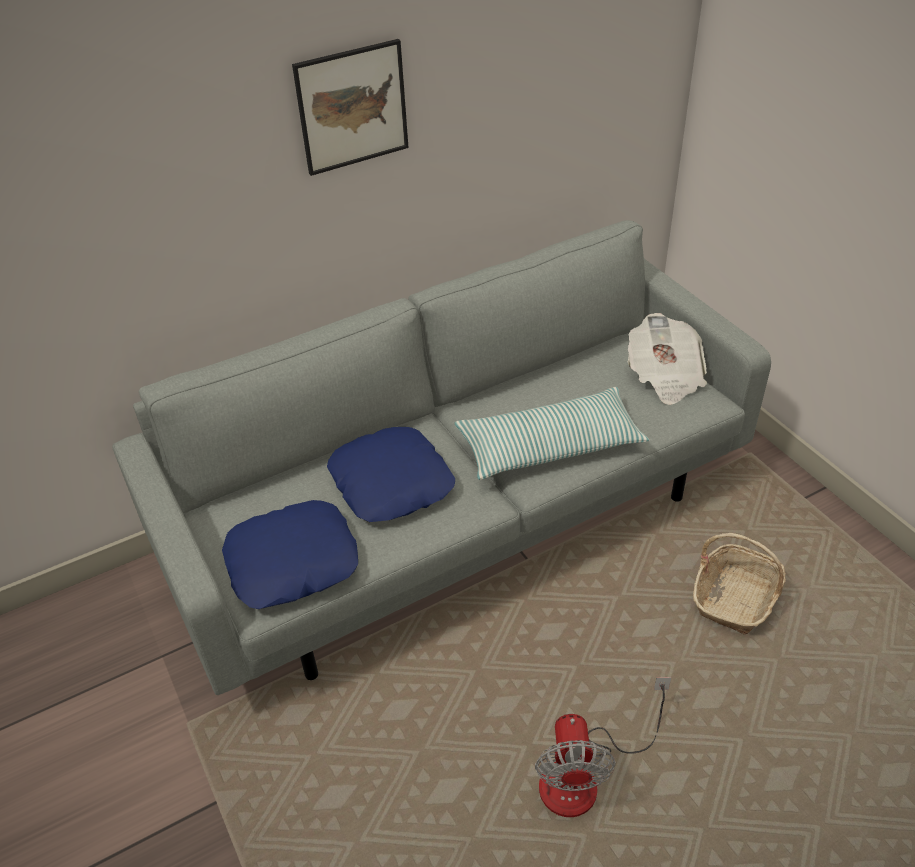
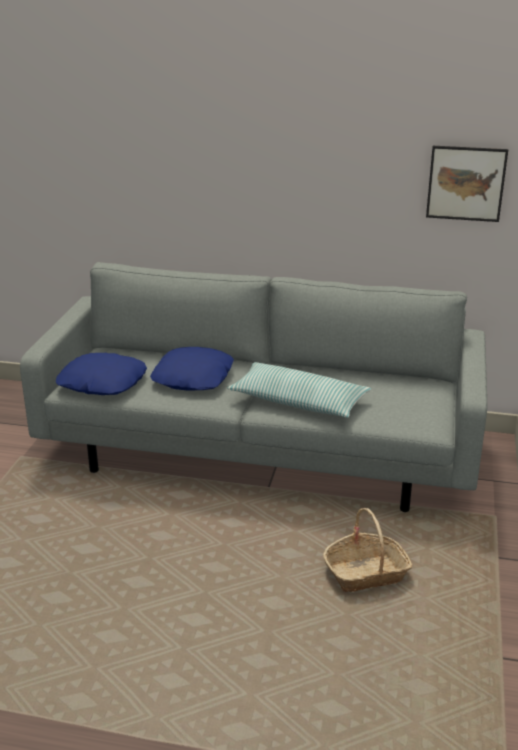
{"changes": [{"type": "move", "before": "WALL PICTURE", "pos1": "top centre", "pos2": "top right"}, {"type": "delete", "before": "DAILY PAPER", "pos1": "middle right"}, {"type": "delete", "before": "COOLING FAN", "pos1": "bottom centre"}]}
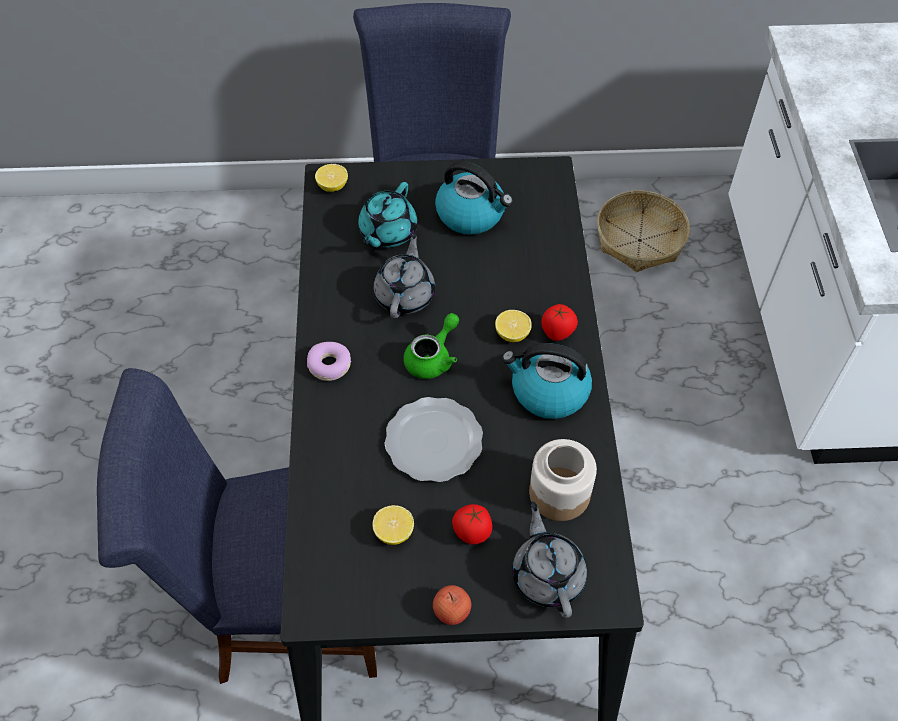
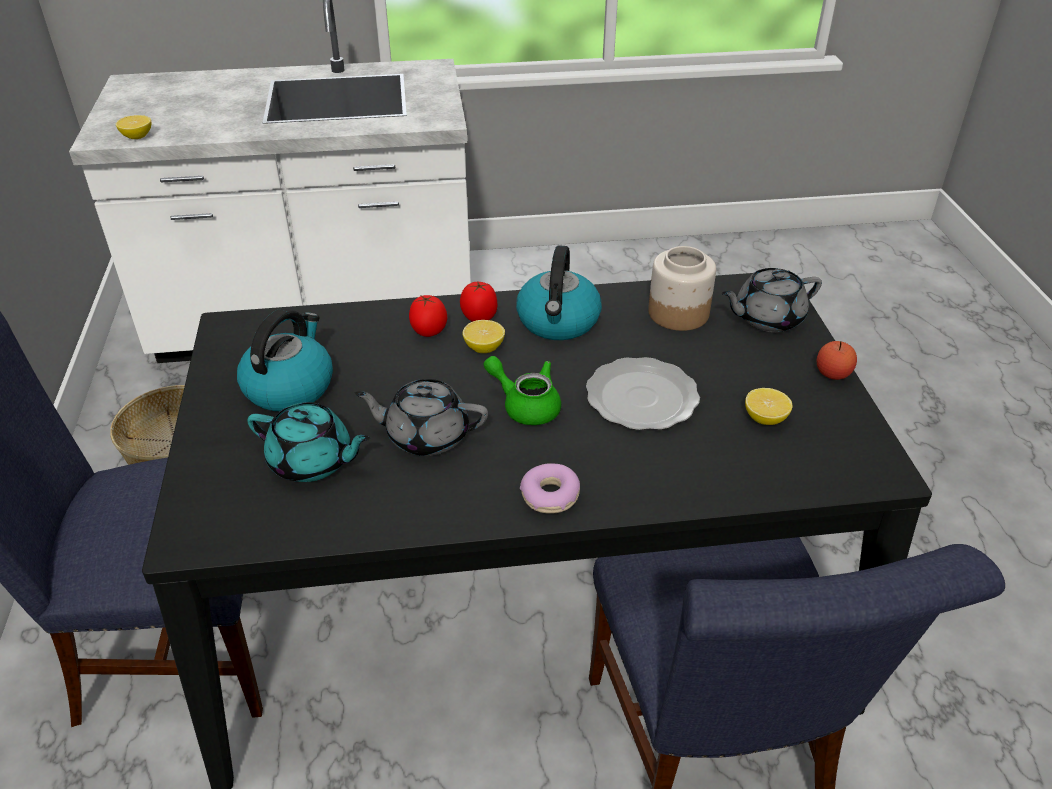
{"changes": [{"type": "move", "before": "WHOLE LEMON (1st from left)", "pos1": "top centre", "pos2": "top left"}, {"type": "move", "before": "TOMATO (1st from left)", "pos1": "bottom centre", "pos2": "centre"}]}
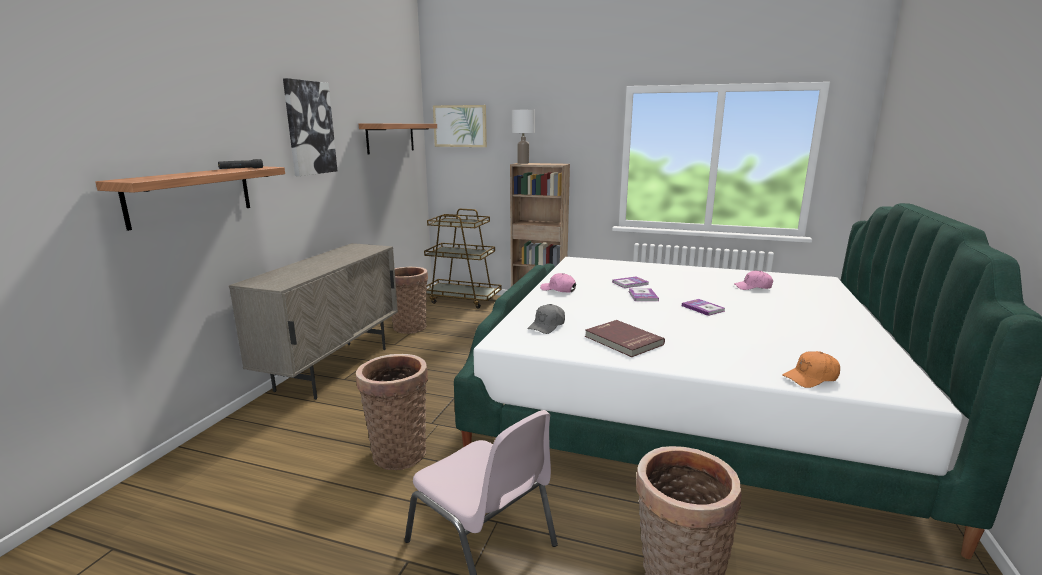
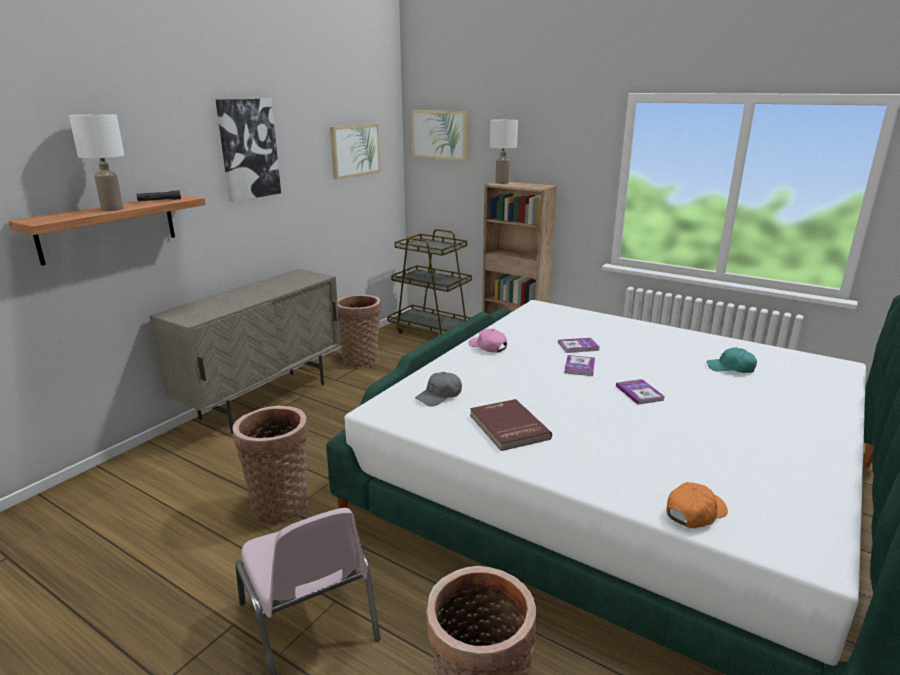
{"changes": [{"type": "replace", "before": "WALL SHELF (2nd from left)", "after": "WALL PICTURE (2nd from left)", "pos1": "top centre", "pos2": "top centre"}, {"type": "recolor", "before": "PINK BASEBALL CAP (2nd from left)", "after": "TURQUOISE BASEBALL CAP", "pos1": "middle right", "pos2": "middle right"}, {"type": "rotate", "before": "ORANGEY BASEBALL CAP", "pos1": "middle right", "pos2": "bottom right", "turn": 150}, {"type": "insert", "after": "WHITISH LAMP FOR A TABLE (1st from left)", "pos2": "top left"}]}
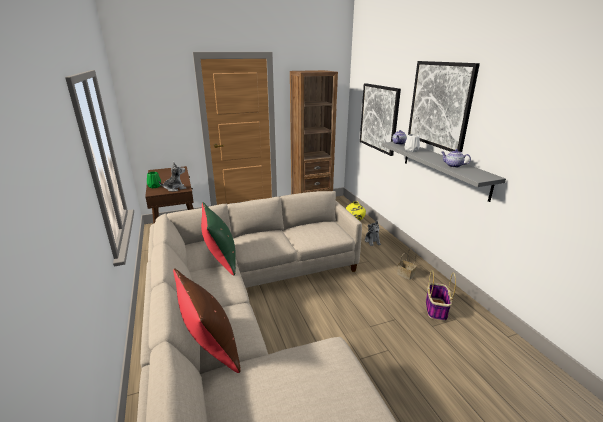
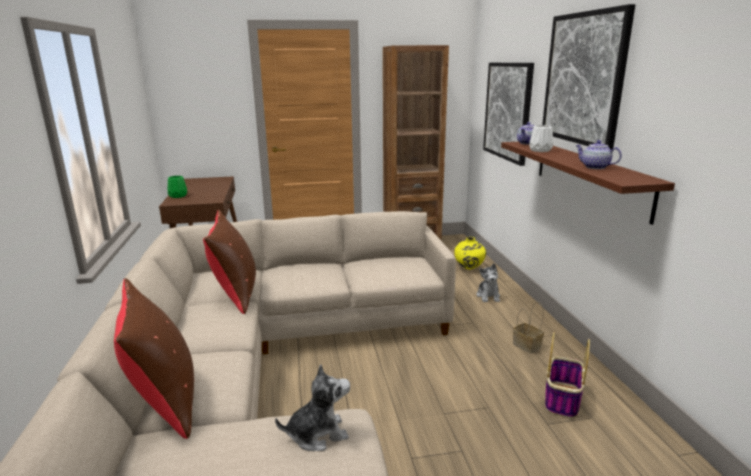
{"changes": [{"type": "recolor", "before": "GREYISH WALL SHELF", "after": "BROWNISH WALL SHELF", "pos1": "middle right", "pos2": "middle right"}, {"type": "move", "before": "CUDDLY TOY (1st from left)", "pos1": "middle left", "pos2": "bottom centre"}, {"type": "recolor", "before": "GREEN-COLOURED CUSHION", "after": "BROWNISH CUSHION (2nd from left)", "pos1": "centre", "pos2": "middle left"}]}
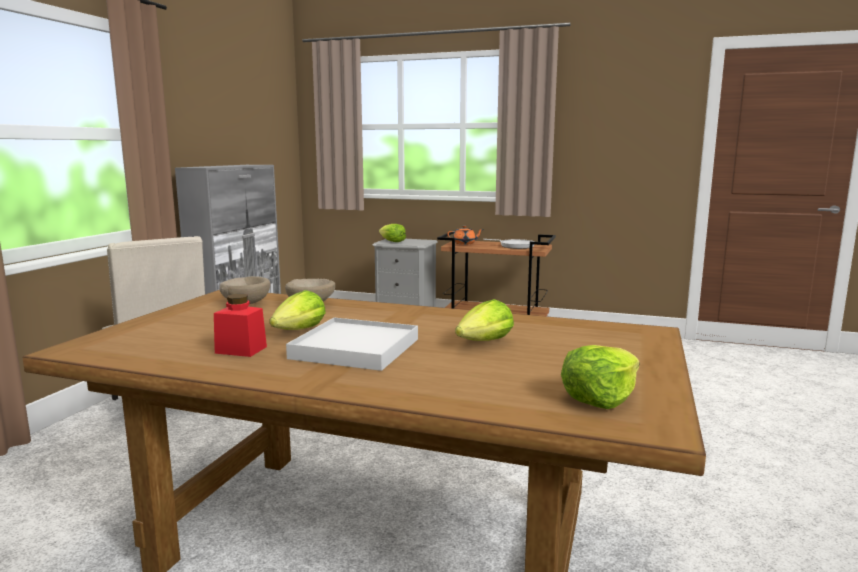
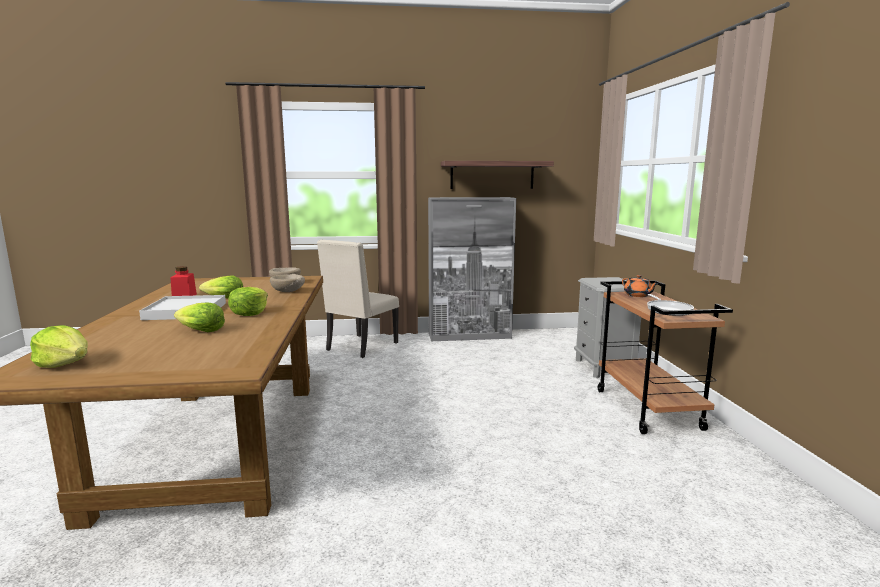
{"changes": [{"type": "move", "before": "LETTUCE (2nd from left in the first image)", "after": "LETTUCE (4th from left)", "pos1": "centre", "pos2": "middle left"}, {"type": "insert", "after": "WALL SHELF", "pos2": "top centre"}]}
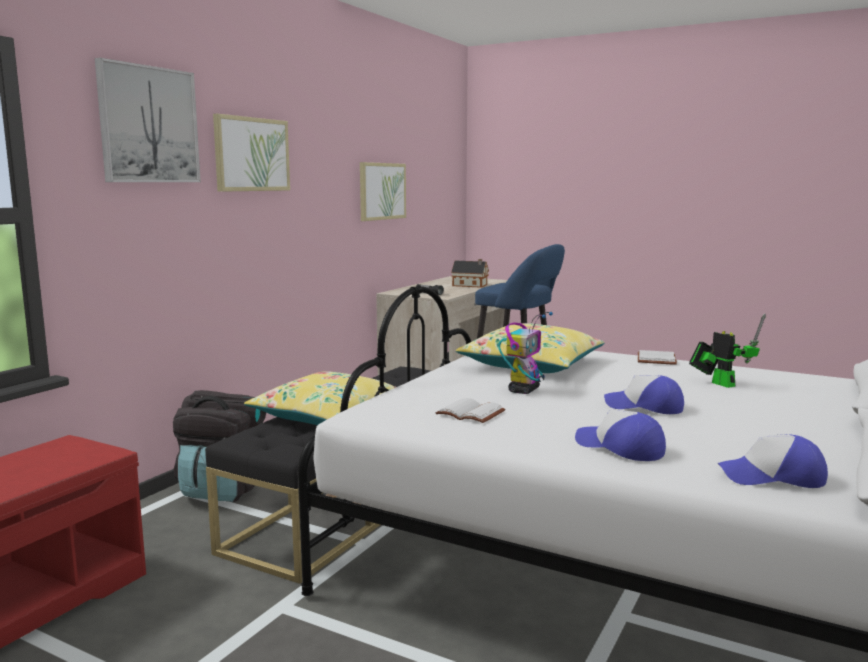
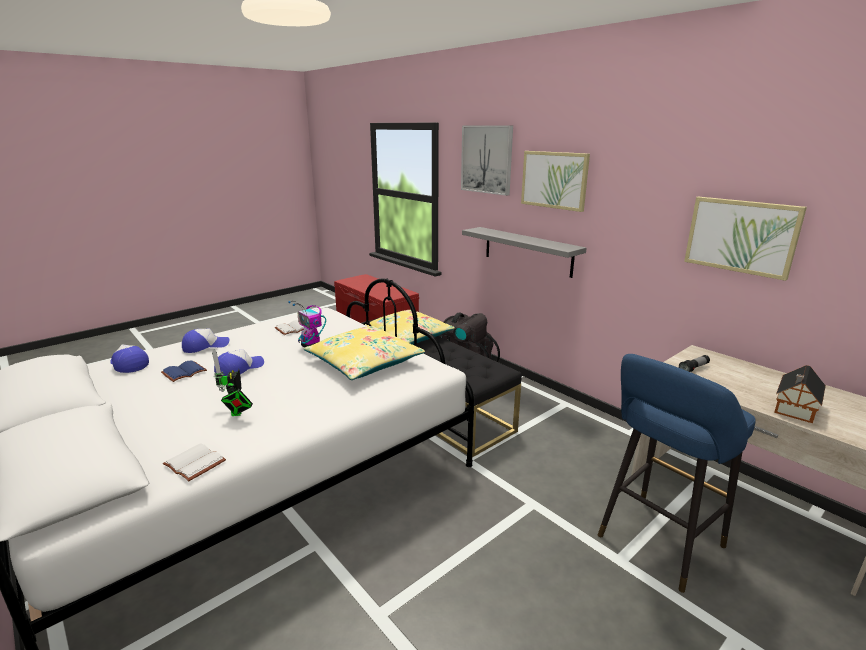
{"changes": [{"type": "rotate", "before": "TOY ROBOT (2nd from left in the first image)", "pos1": "middle right", "pos2": "middle left", "turn": 90}, {"type": "move", "before": "WHITISH VOLUME (2nd from left in the first image)", "after": "WHITISH VOLUME (1st from left)", "pos1": "middle right", "pos2": "bottom left"}, {"type": "rotate", "before": "BASEBALL CAP (3rd from left in the first image)", "pos1": "bottom right", "pos2": "middle left", "turn": -75}, {"type": "insert", "after": "GREYISH WALL SHELF", "pos2": "centre"}, {"type": "insert", "after": "BLUISH VOLUME", "pos2": "middle left"}]}
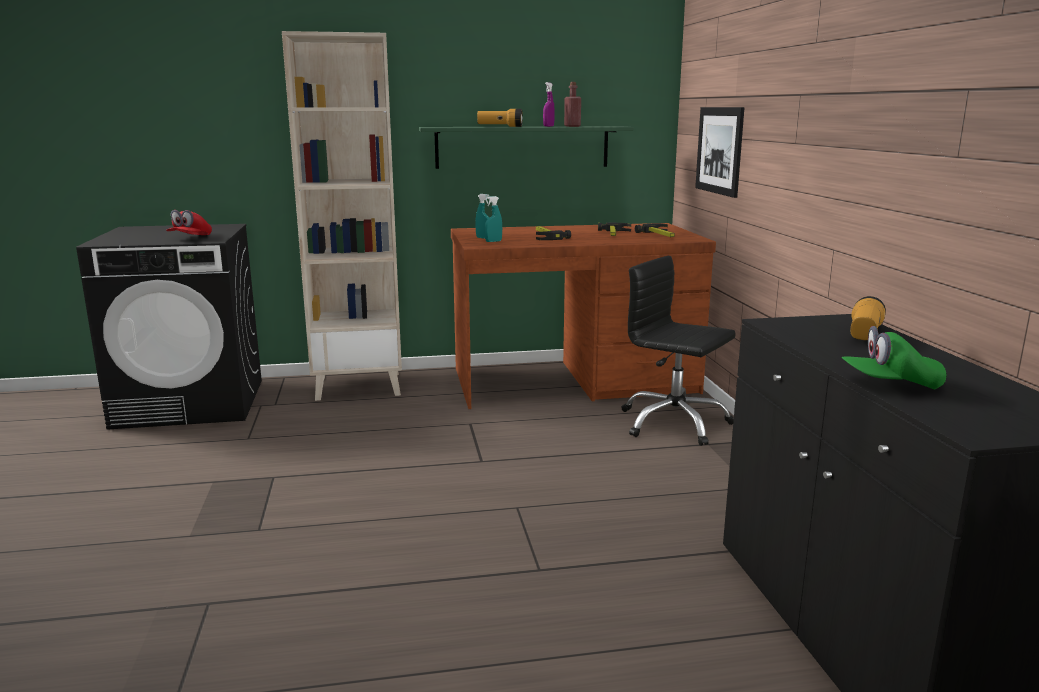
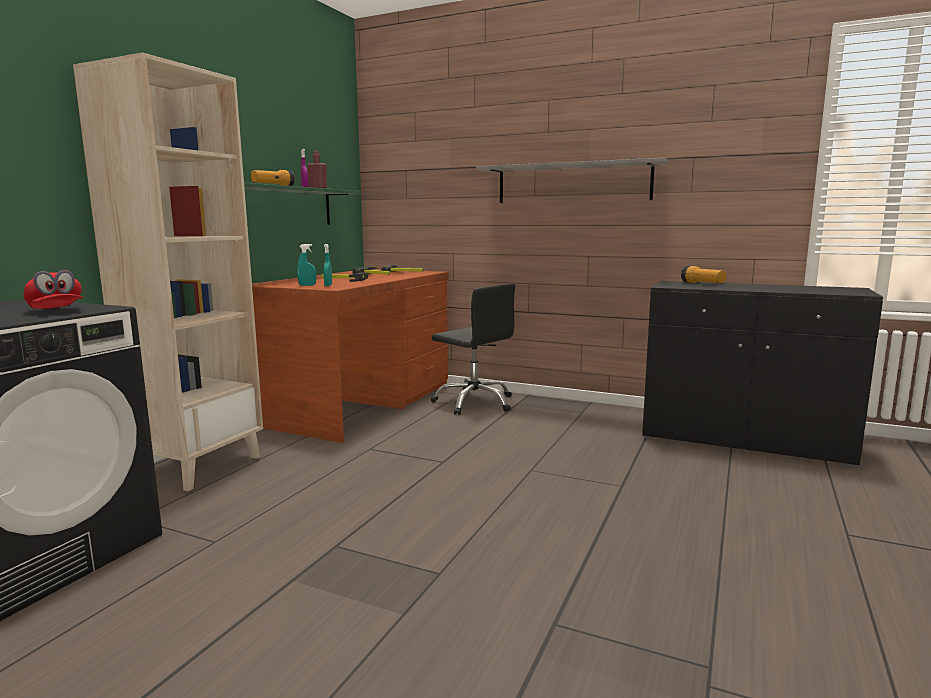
{"changes": [{"type": "delete", "before": "WALL PICTURE", "pos1": "top right"}, {"type": "rotate", "before": "BLACK-COLOURED DESK CHAIR", "pos1": "centre", "pos2": "centre", "turn": -120}, {"type": "delete", "before": "GREEN-COLOURED BASEBALL CAP", "pos1": "middle right"}, {"type": "insert", "after": "GREYISH WALL SHELF", "pos2": "top centre"}]}
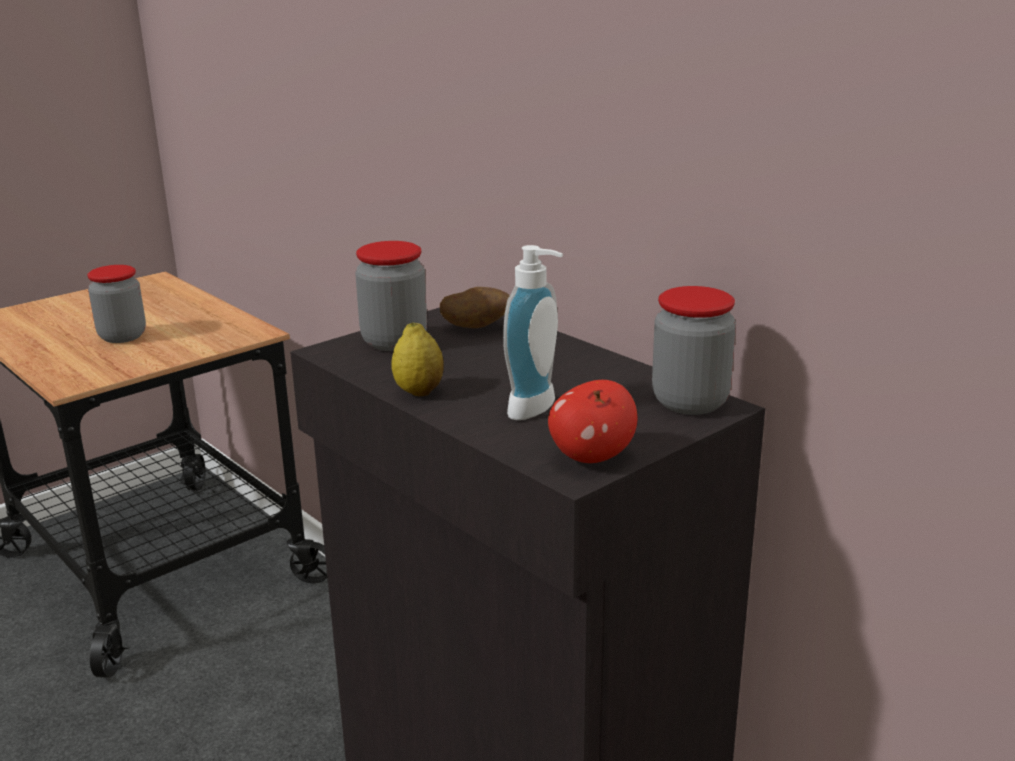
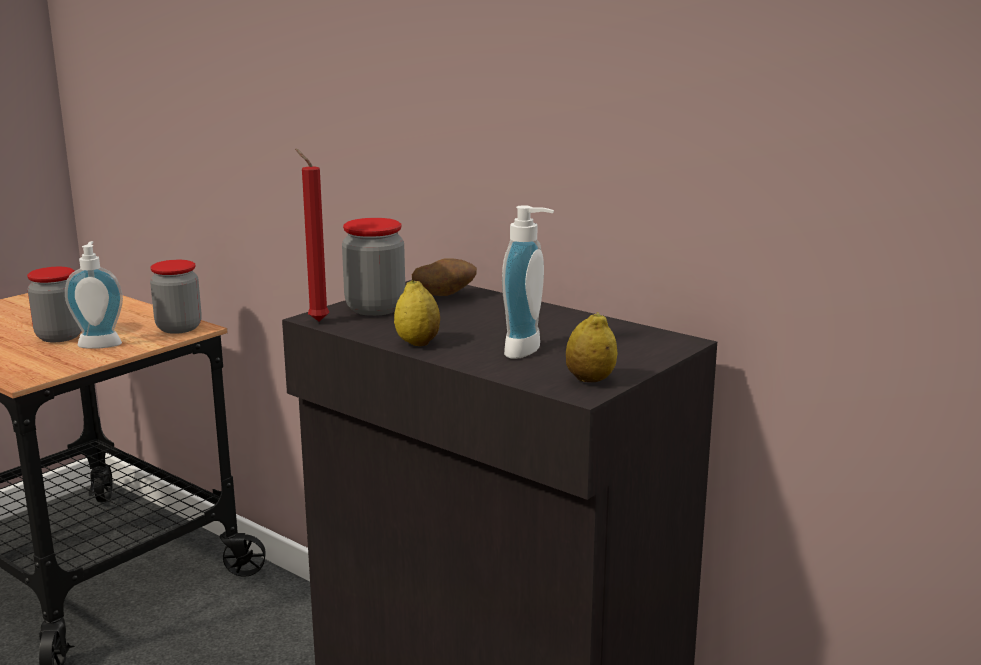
{"changes": [{"type": "move", "before": "PRESERVE JAR (3rd from left in the first image)", "after": "PRESERVE JAR (2nd from left)", "pos1": "middle right", "pos2": "middle left"}, {"type": "replace", "before": "APPLE FRUIT", "after": "WHOLE LEMON (2nd from left)", "pos1": "centre", "pos2": "centre"}, {"type": "insert", "after": "RED-COLOURED CANDLE", "pos2": "middle left"}, {"type": "insert", "after": "SOAP DISPENSER (1st from left)", "pos2": "middle left"}]}
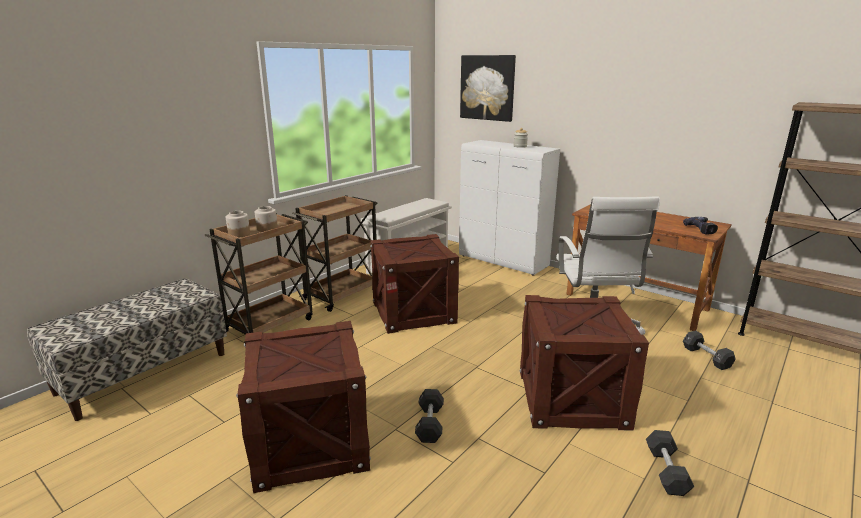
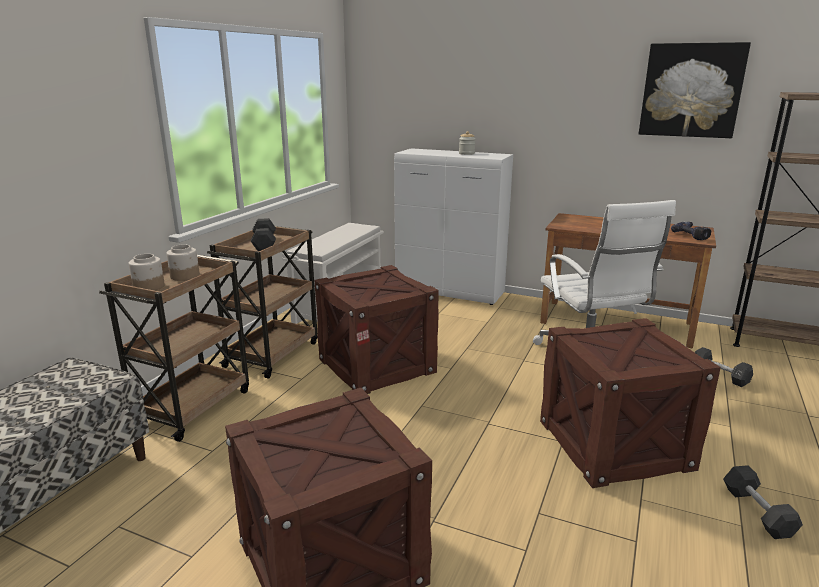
{"changes": [{"type": "move", "before": "WALL PICTURE", "pos1": "top centre", "pos2": "top right"}, {"type": "move", "before": "BLACK-COLOURED DUMBBELL (1st from left)", "pos1": "bottom centre", "pos2": "middle left"}]}
